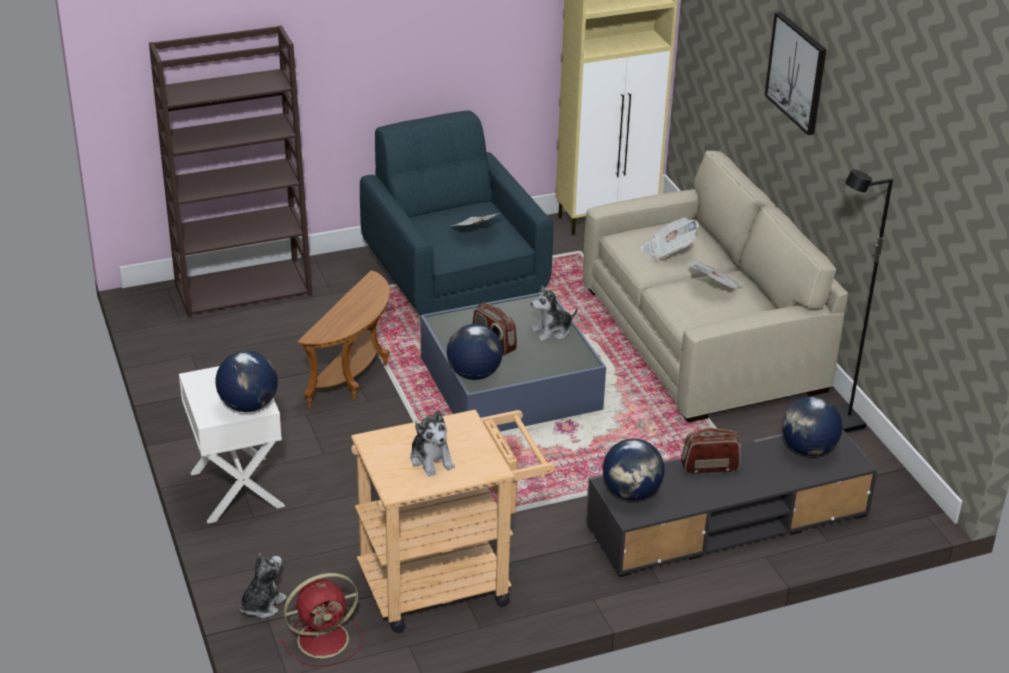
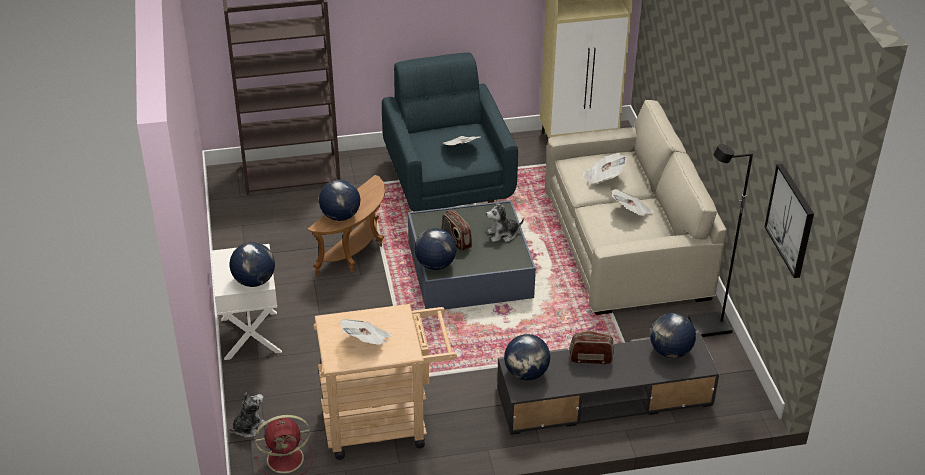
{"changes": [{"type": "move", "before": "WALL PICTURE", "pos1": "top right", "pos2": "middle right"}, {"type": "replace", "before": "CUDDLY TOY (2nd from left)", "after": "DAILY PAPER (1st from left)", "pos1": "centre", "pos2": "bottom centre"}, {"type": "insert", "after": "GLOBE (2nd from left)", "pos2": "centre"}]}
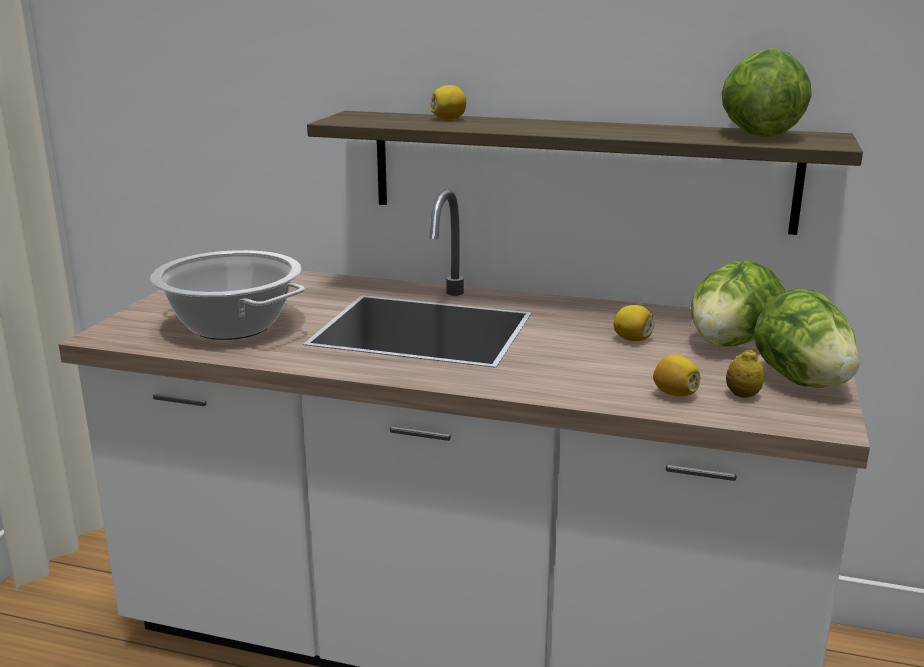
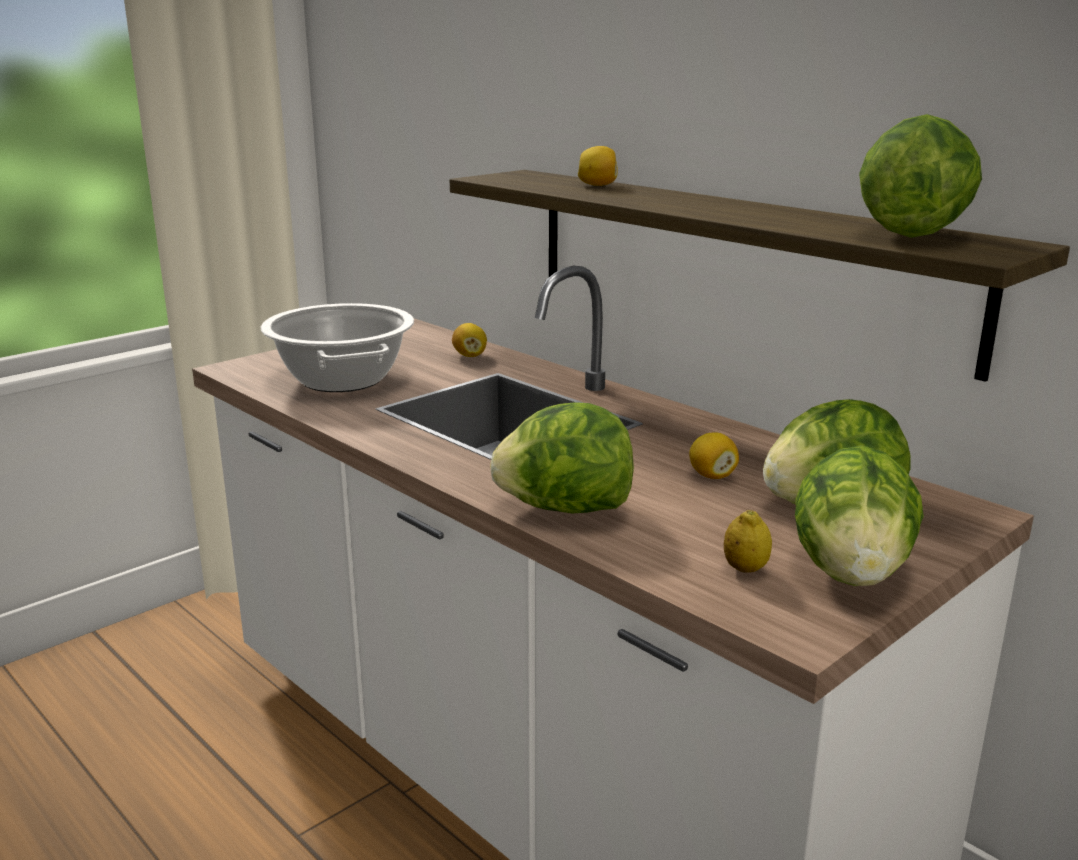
{"changes": [{"type": "move", "before": "WHOLE LEMON (3rd from left in the first image)", "after": "WHOLE LEMON (1st from left)", "pos1": "middle right", "pos2": "centre"}, {"type": "insert", "after": "LETTUCE (1st from left)", "pos2": "centre"}]}
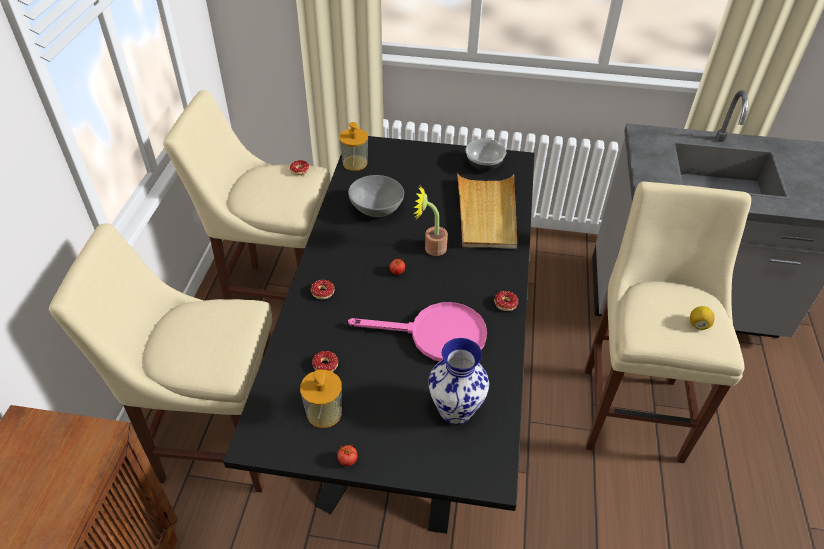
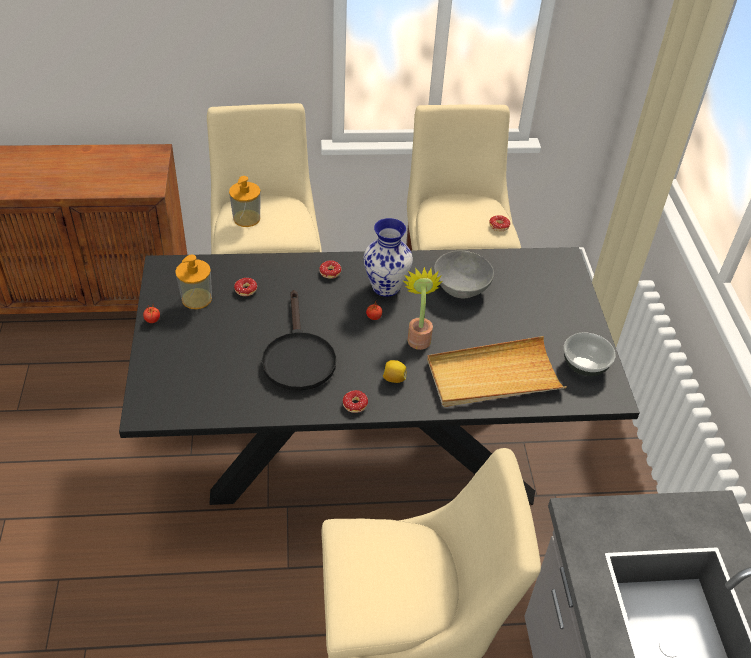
{"changes": [{"type": "move", "before": "SOAP DISPENSER (2nd from left)", "pos1": "top centre", "pos2": "top left"}, {"type": "recolor", "before": "PINK FRYING PAN", "after": "BLACK-COLOURED FRYING PAN", "pos1": "centre", "pos2": "centre"}, {"type": "move", "before": "WHOLE LEMON", "pos1": "middle right", "pos2": "centre"}, {"type": "move", "before": "FLOWER VASE", "pos1": "bottom centre", "pos2": "centre"}]}
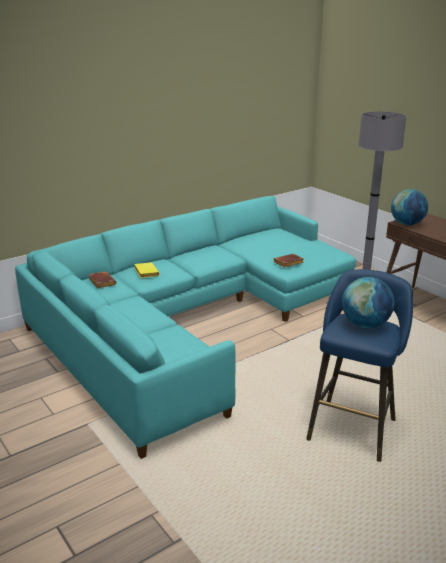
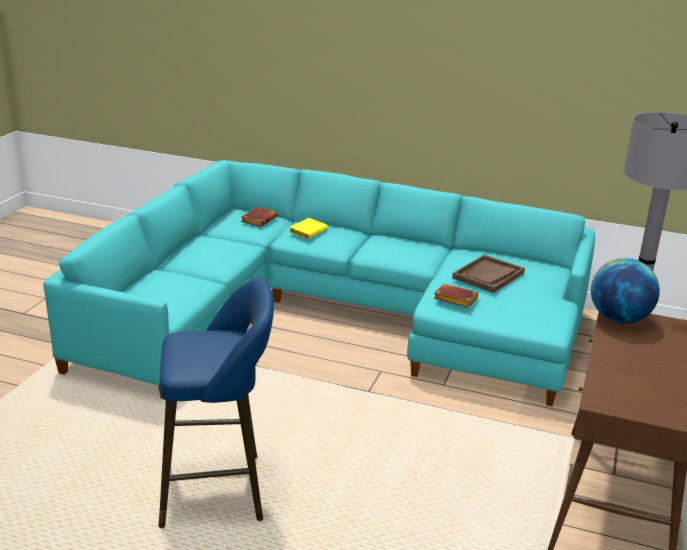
{"changes": [{"type": "delete", "before": "GLOBE (1st from left)", "pos1": "middle right"}, {"type": "insert", "after": "BROWNISH TRAY", "pos2": "middle right"}]}
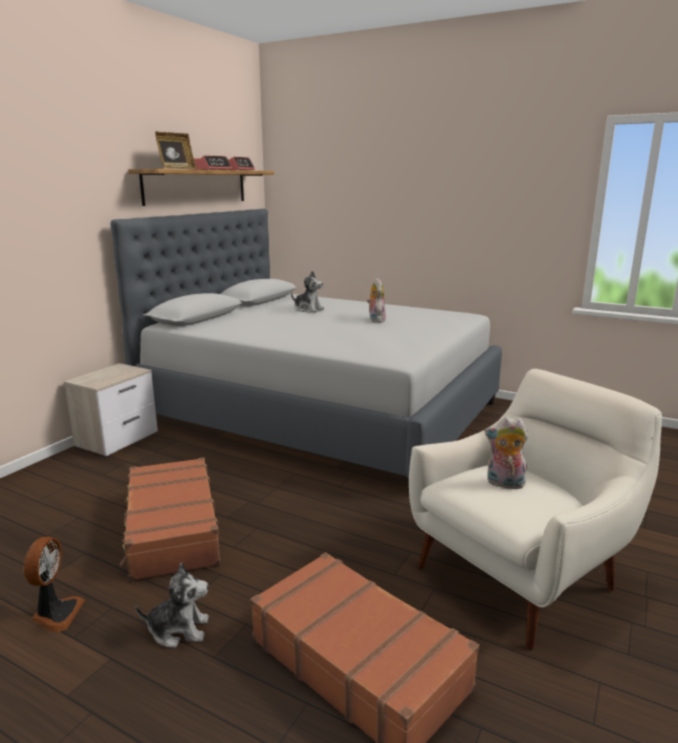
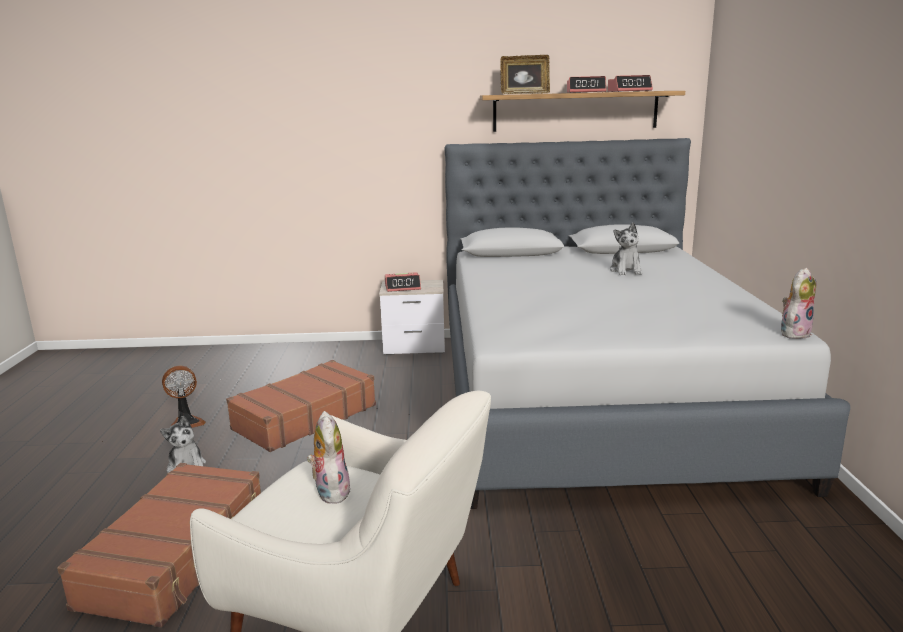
{"changes": [{"type": "move", "before": "CUDDLY TOY (3rd from left in the first image)", "after": "CUDDLY TOY (4th from left)", "pos1": "centre", "pos2": "middle right"}, {"type": "insert", "after": "TABLE CLOCK (1st from left)", "pos2": "centre"}]}
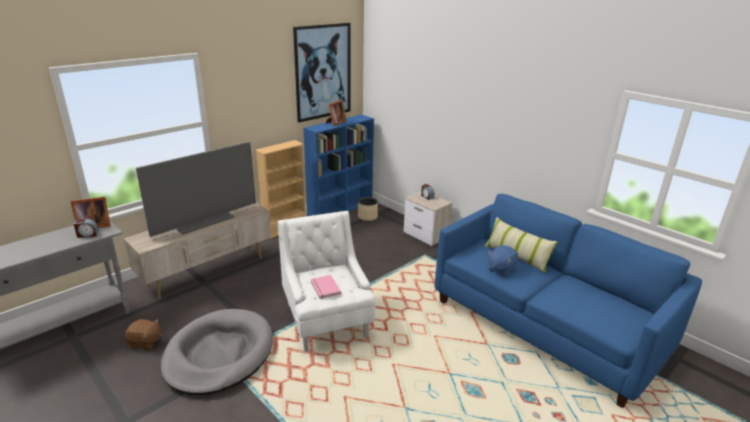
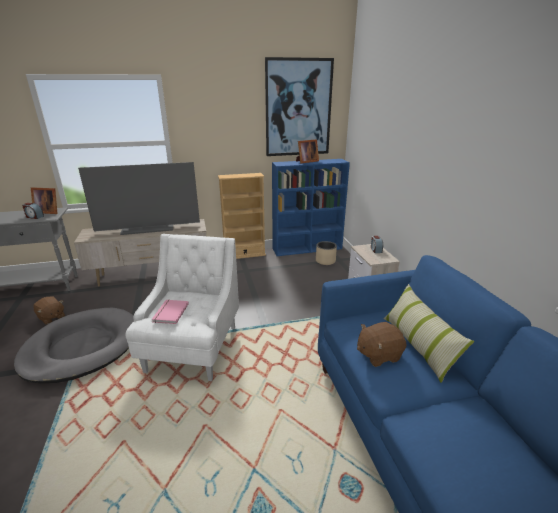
{"changes": [{"type": "recolor", "before": "BLUISH CUDDLY TOY", "after": "BROWNISH CUDDLY TOY (2nd from left)", "pos1": "middle right", "pos2": "bottom right"}]}
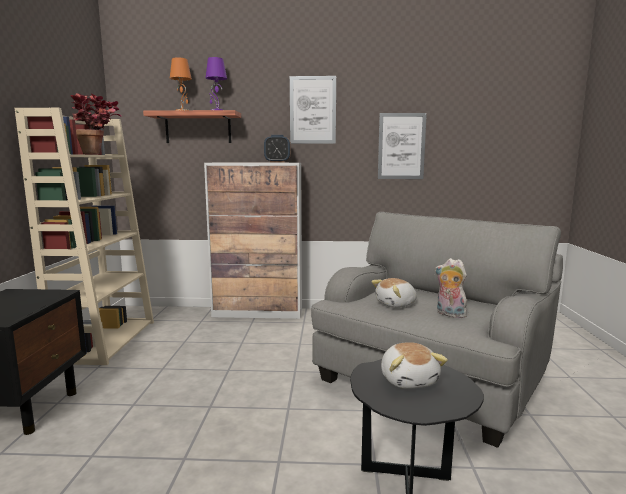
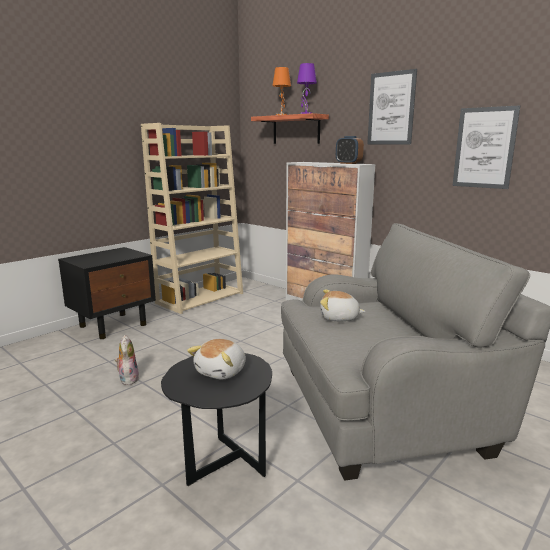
{"changes": [{"type": "delete", "before": "PLANT IN A POT", "pos1": "top left"}, {"type": "move", "before": "CUDDLY TOY (3rd from left in the first image)", "after": "CUDDLY TOY (1st from left)", "pos1": "middle right", "pos2": "middle left"}]}
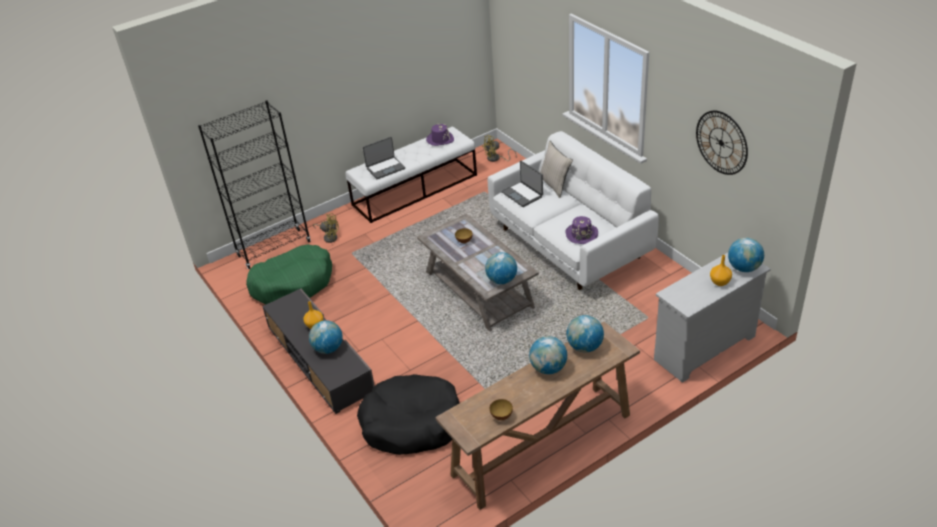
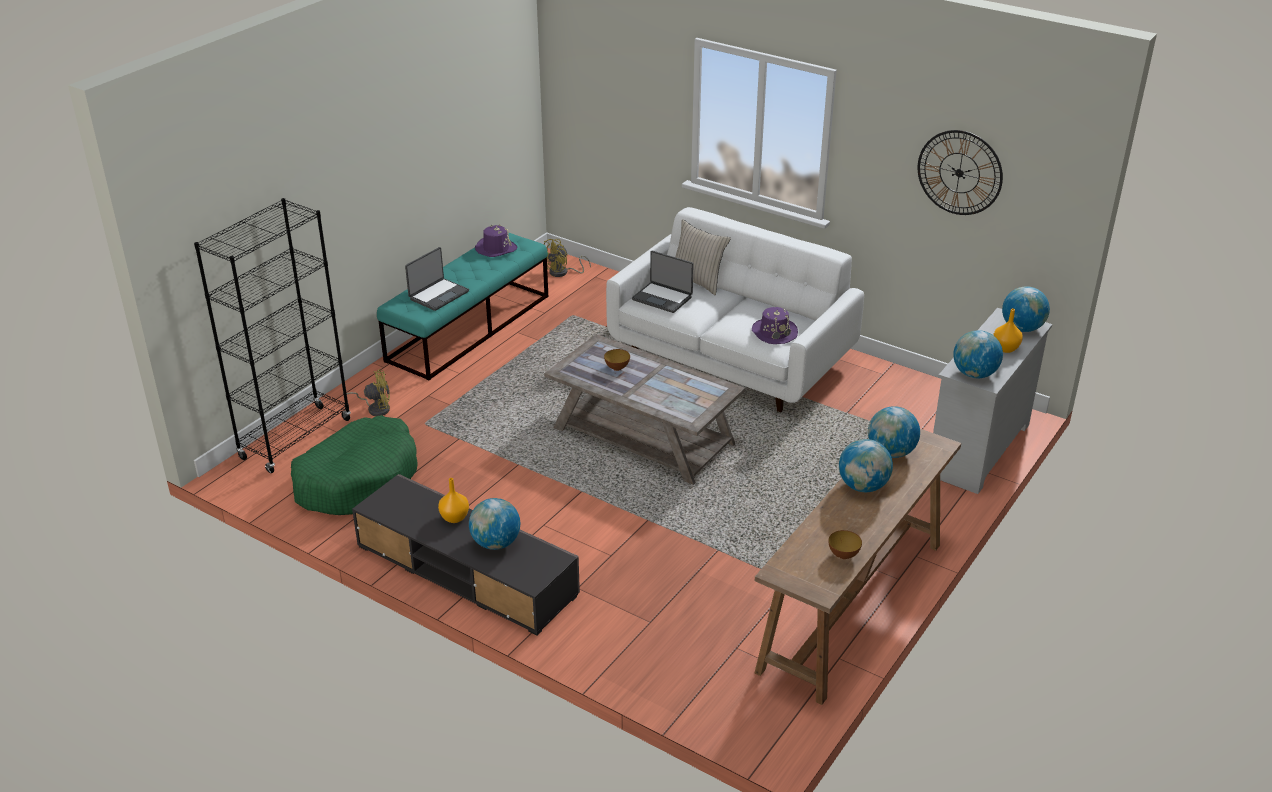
{"changes": [{"type": "recolor", "before": "WHITISH BENCH", "after": "TURQUOISE BENCH", "pos1": "top centre", "pos2": "centre"}, {"type": "move", "before": "GLOBE (2nd from left in the first image)", "after": "GLOBE (4th from left)", "pos1": "centre", "pos2": "middle right"}, {"type": "delete", "before": "BLACK-COLOURED DOG BED", "pos1": "bottom centre"}]}
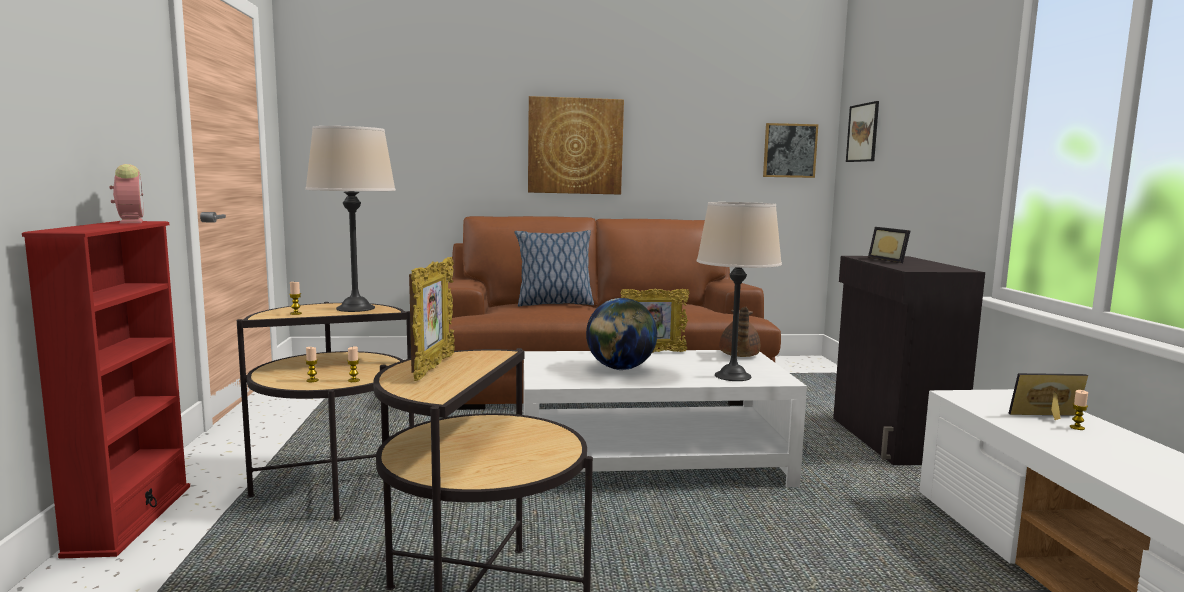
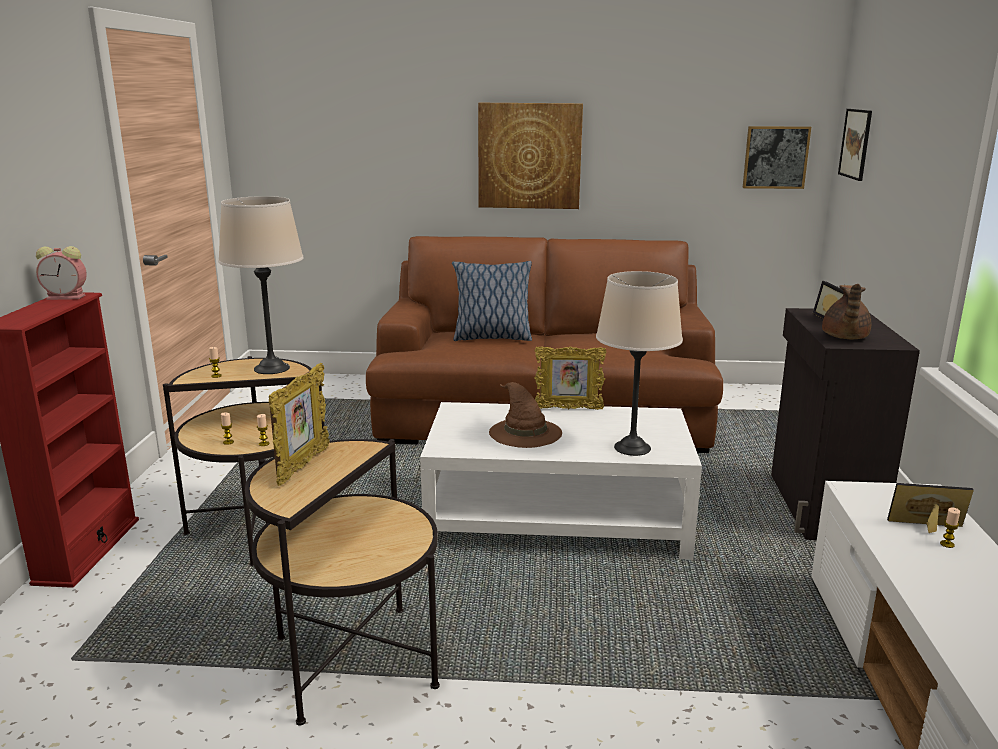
{"changes": [{"type": "rotate", "before": "TABLE CLOCK", "pos1": "top left", "pos2": "middle left", "turn": 105}, {"type": "replace", "before": "GLOBE", "after": "BROWNISH HAT", "pos1": "centre", "pos2": "centre"}, {"type": "move", "before": "BROWNISH POT FOR TEA", "pos1": "centre", "pos2": "middle right"}]}
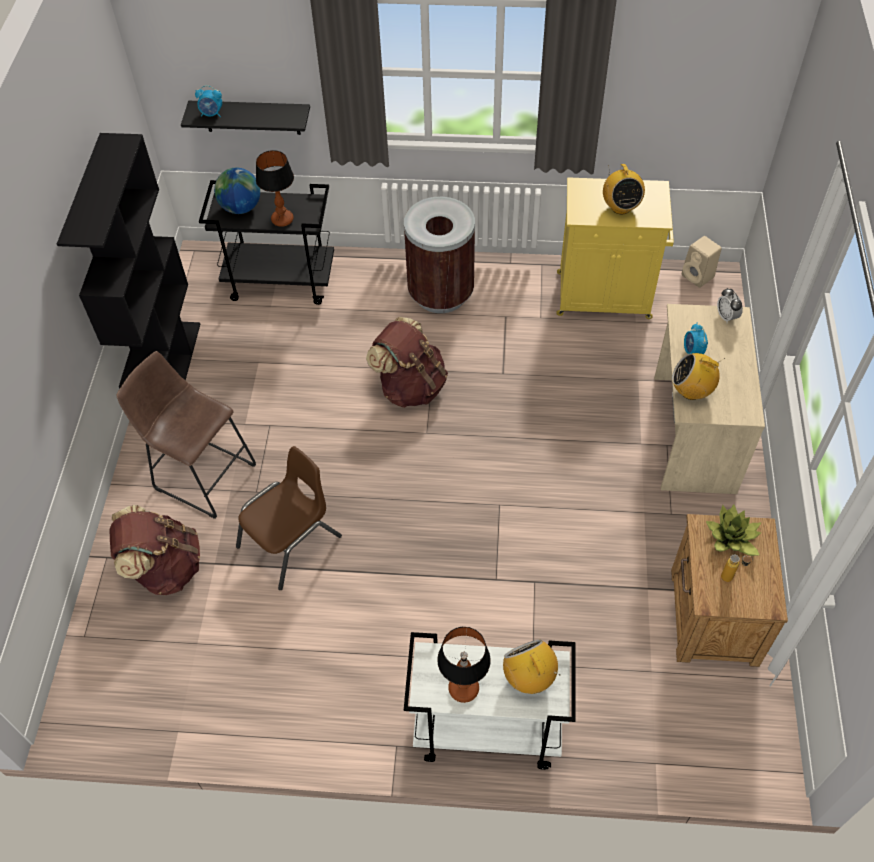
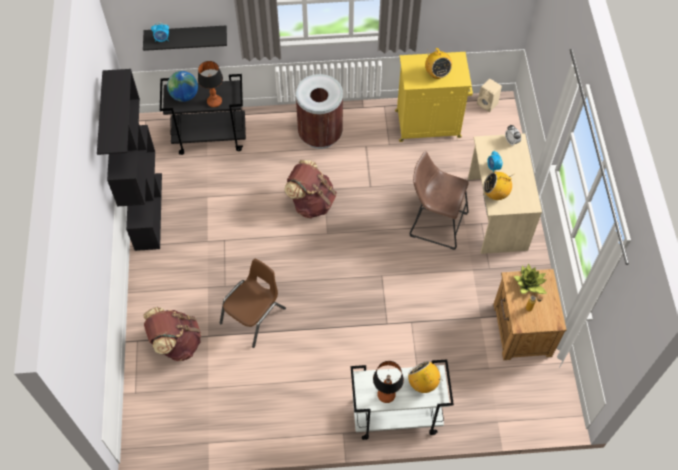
{"changes": [{"type": "move", "before": "BROWNISH SITTING STOOL", "pos1": "middle left", "pos2": "centre"}]}
